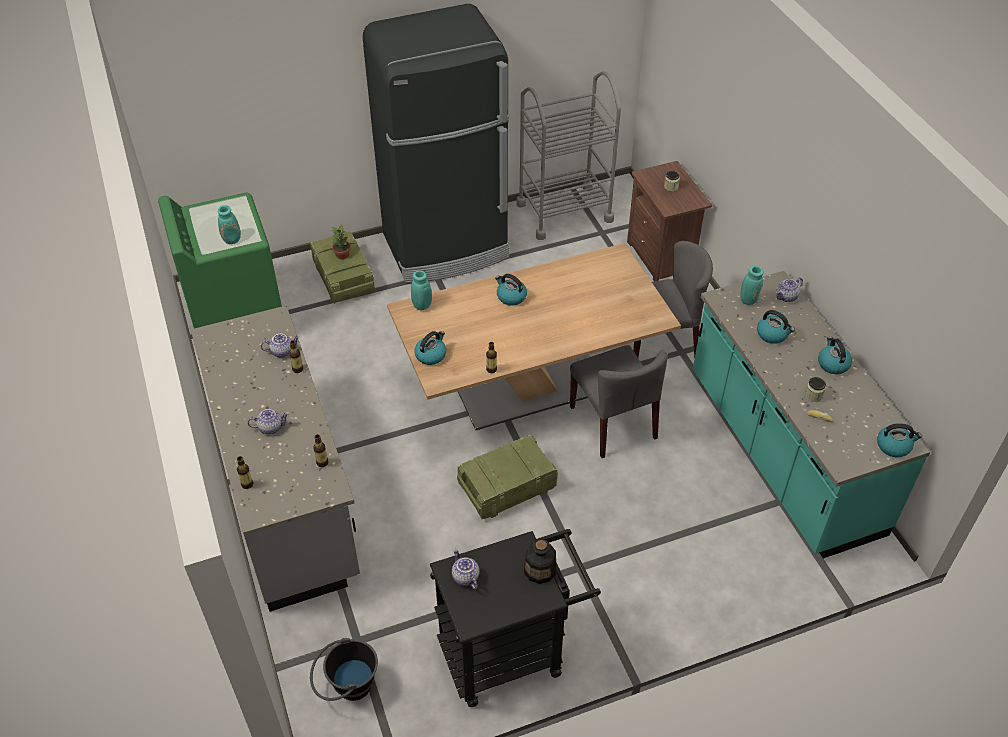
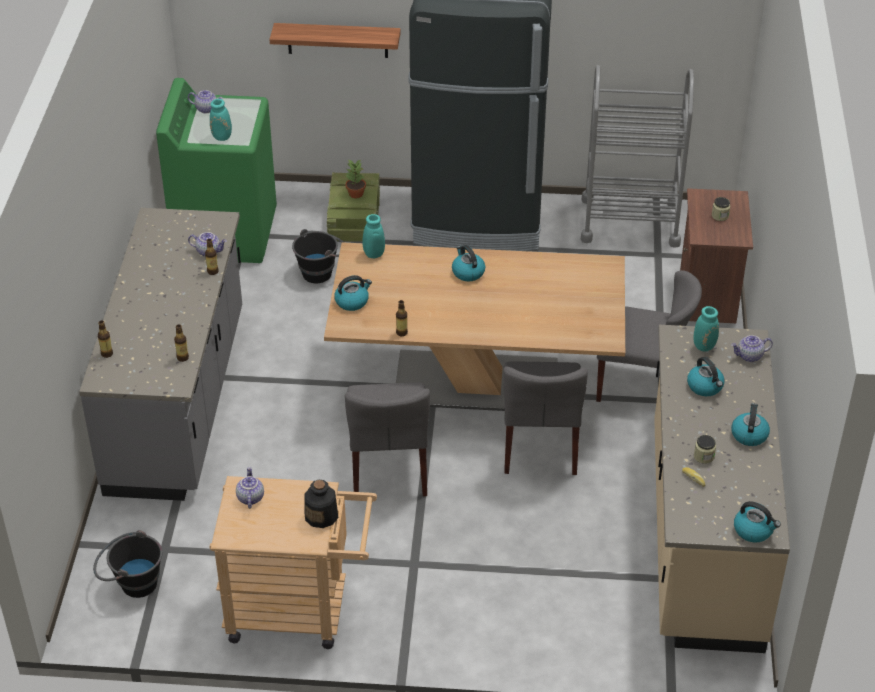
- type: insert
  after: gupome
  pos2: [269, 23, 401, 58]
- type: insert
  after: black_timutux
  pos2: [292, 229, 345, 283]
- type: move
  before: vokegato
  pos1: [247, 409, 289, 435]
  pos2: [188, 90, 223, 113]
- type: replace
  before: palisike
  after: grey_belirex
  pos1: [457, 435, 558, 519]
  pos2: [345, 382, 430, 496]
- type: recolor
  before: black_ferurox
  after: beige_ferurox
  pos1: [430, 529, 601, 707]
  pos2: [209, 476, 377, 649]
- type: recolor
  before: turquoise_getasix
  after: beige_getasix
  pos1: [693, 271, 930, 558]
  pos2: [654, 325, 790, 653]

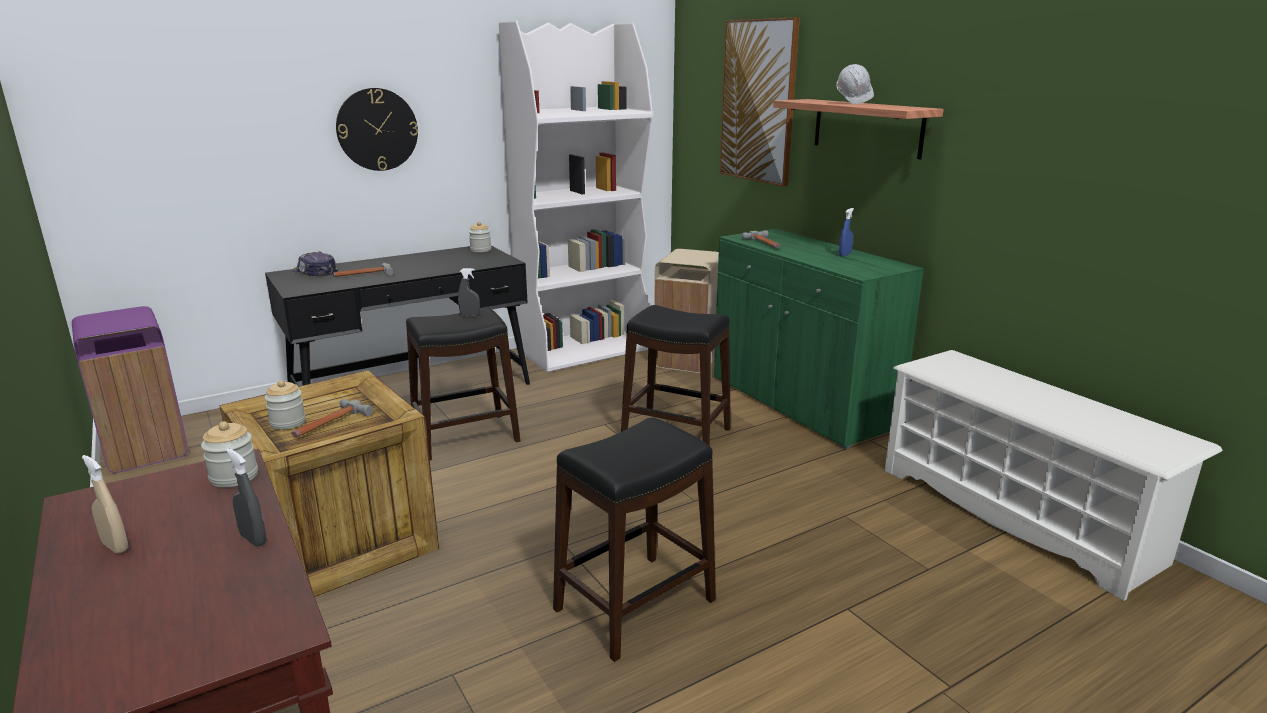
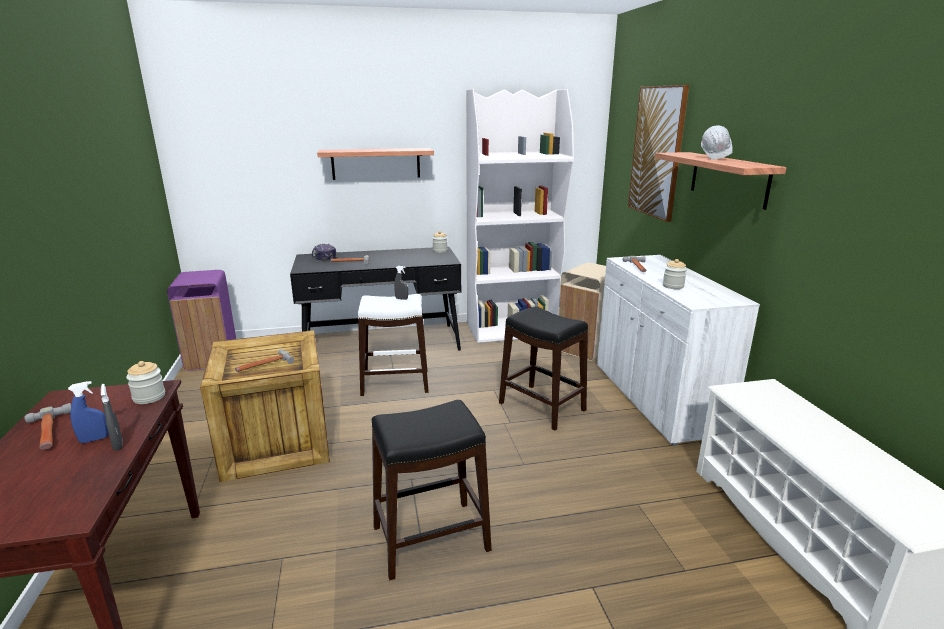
- type: move
  before: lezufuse
  pos1: [265, 380, 306, 430]
  pos2: [663, 259, 687, 289]
- type: move
  before: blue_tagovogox
  pos1: [839, 208, 854, 257]
  pos2: [68, 381, 109, 443]
- type: replace
  before: beige_tagovogox
  after: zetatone
  pos1: [82, 455, 129, 553]
  pos2: [24, 403, 71, 450]
- type: replace
  before: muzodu
  after: gupome
  pos1: [336, 88, 418, 171]
  pos2: [317, 148, 434, 180]
- type: recolor
  before: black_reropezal
  after: white_reropezal
  pos1: [406, 307, 520, 460]
  pos2: [358, 294, 429, 396]
- type: recolor
  before: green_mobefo
  after: white_mobefo
  pos1: [714, 229, 924, 449]
  pos2: [597, 255, 760, 446]

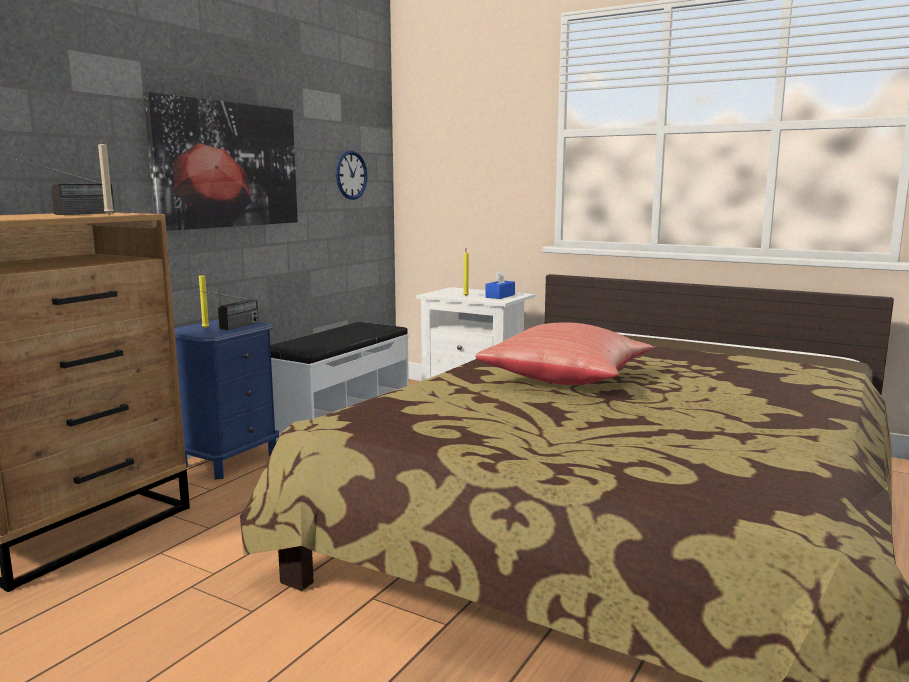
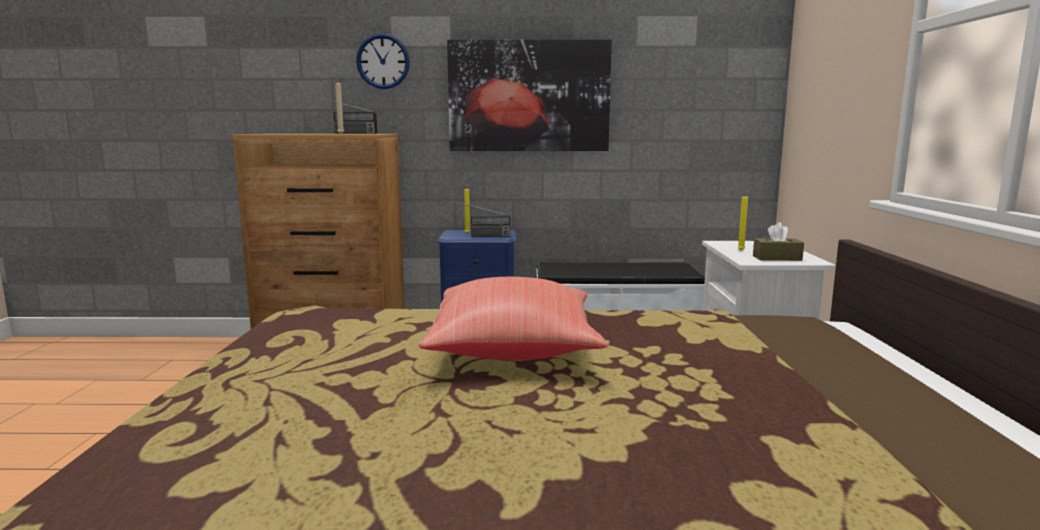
- type: move
  before: muzodu
  pos1: [336, 150, 368, 200]
  pos2: [356, 34, 410, 89]
- type: recolor
  before: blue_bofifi
  after: brown_bofifi
  pos1: [485, 269, 515, 299]
  pos2: [753, 222, 804, 261]

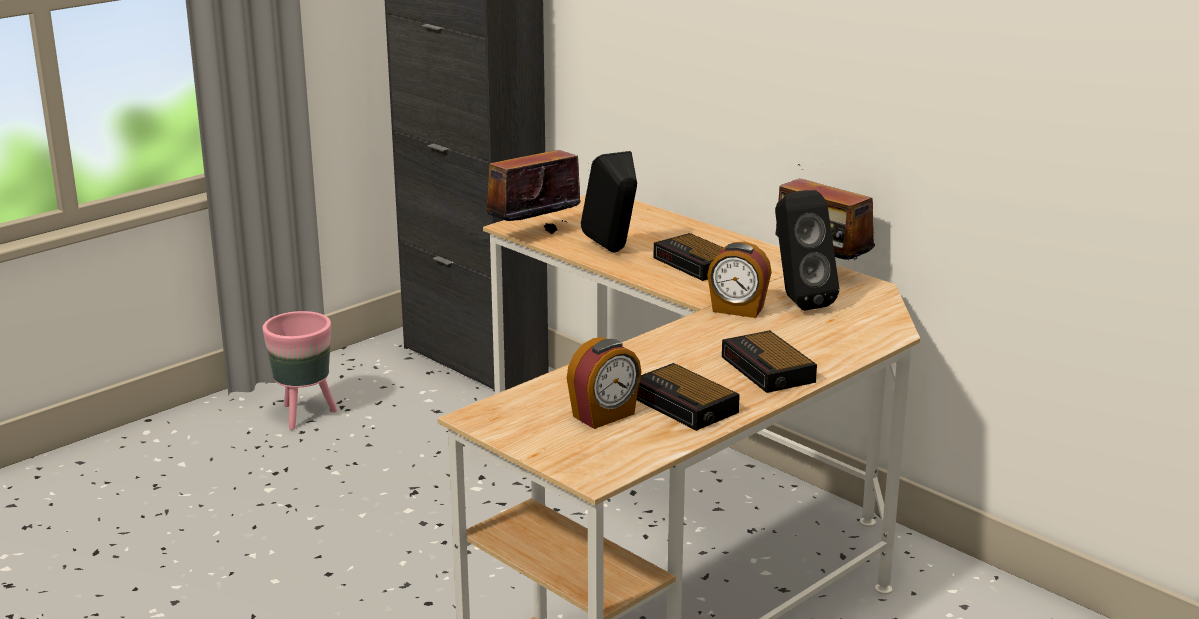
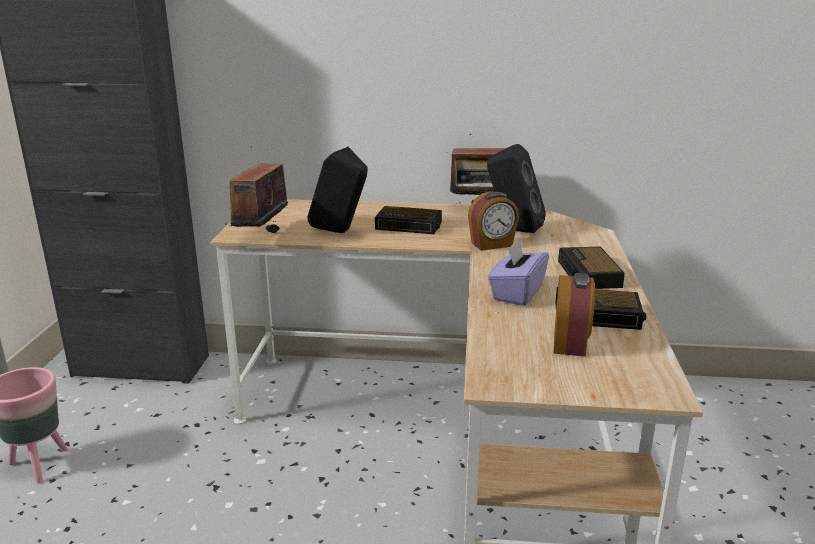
- type: insert
  after: purple_bofifi
  pos2: [488, 239, 549, 306]
- type: rotate
  before: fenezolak
  pos1: [722, 330, 817, 393]
  pos2: [558, 247, 625, 289]
  turn: 60

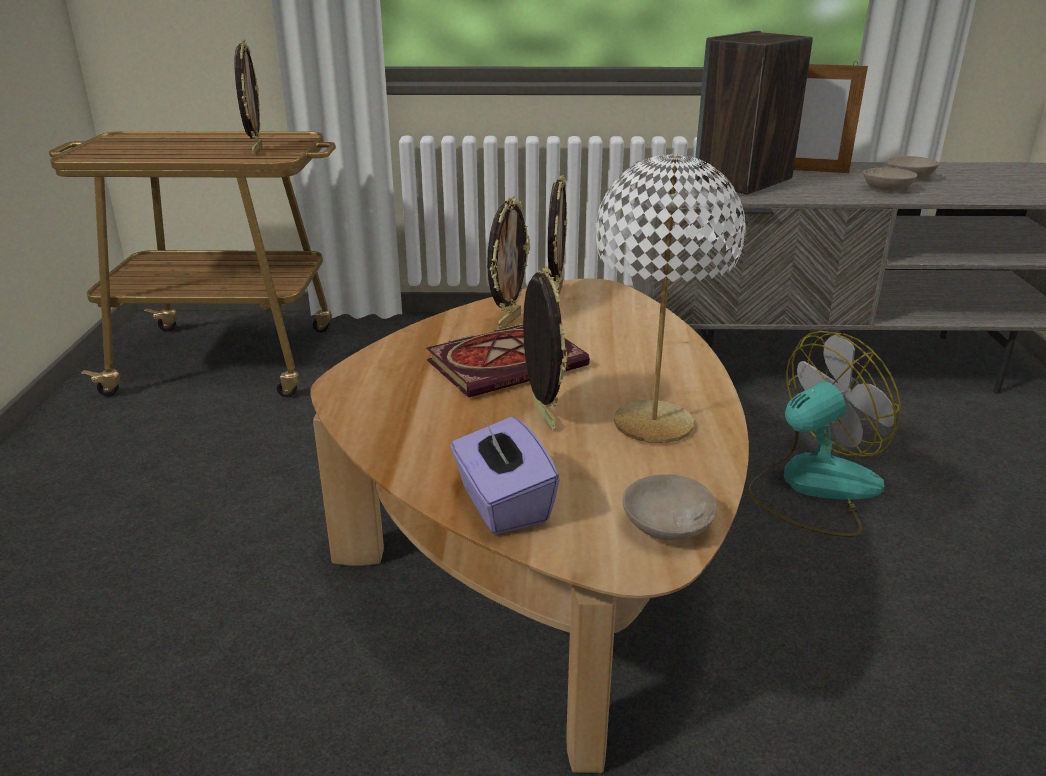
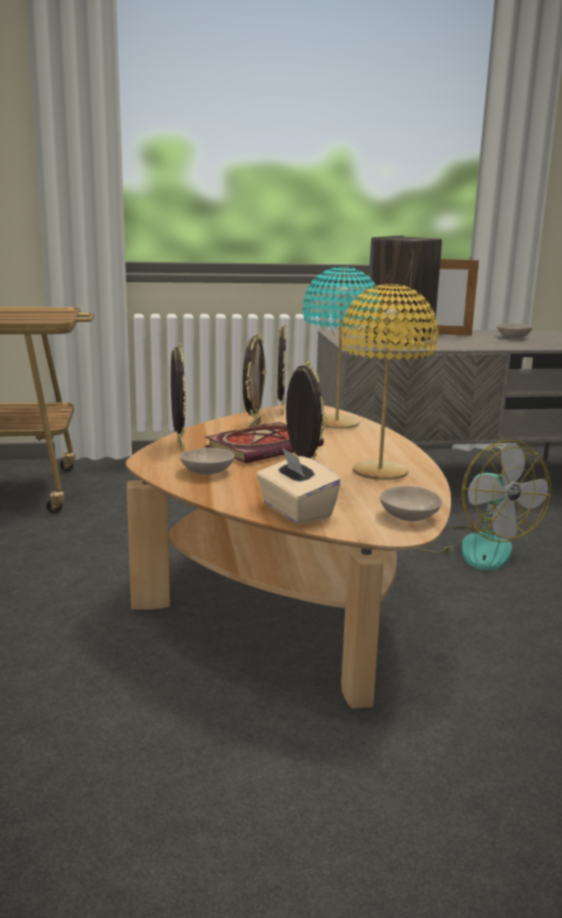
- type: insert
  after: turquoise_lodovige
  pos2: [302, 267, 381, 429]
- type: move
  before: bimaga
  pos1: [234, 39, 262, 156]
  pos2: [171, 343, 186, 450]
- type: move
  before: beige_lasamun
  pos1: [863, 167, 917, 191]
  pos2: [180, 448, 235, 475]
- type: recolor
  before: purple_bofifi
  after: beige_bofifi
  pos1: [450, 414, 560, 535]
  pos2: [256, 447, 341, 524]
- type: recolor
  before: white_lodovige
  after: yellow_lodovige
  pos1: [595, 154, 746, 443]
  pos2: [341, 284, 439, 480]
- type: rotate
  before: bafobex
  pos1: [747, 331, 901, 537]
  pos2: [418, 440, 551, 570]
  turn: 105

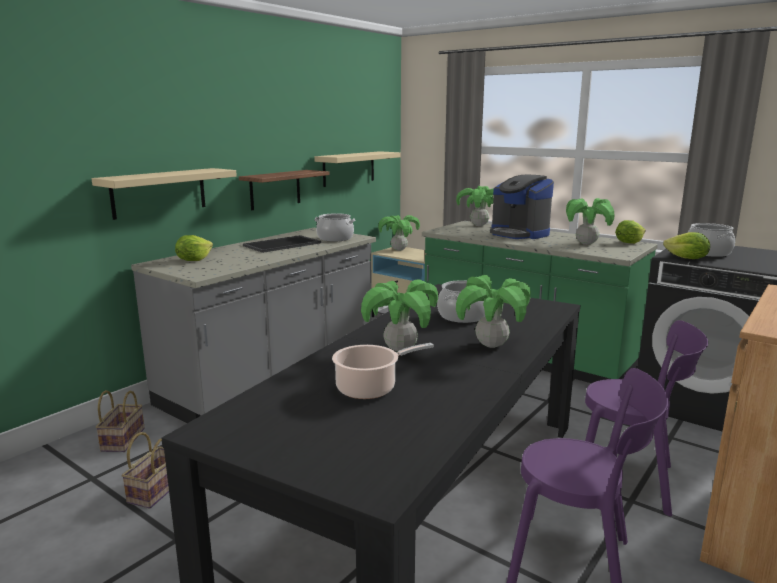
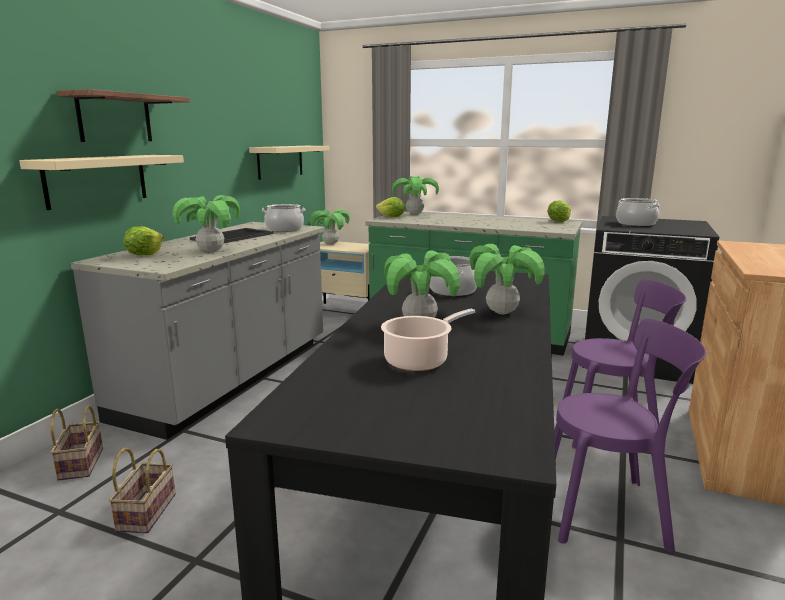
- type: delete
  before: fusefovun
  pos1: [490, 175, 554, 239]
- type: move
  before: gupome
  pos1: [239, 170, 330, 210]
  pos2: [57, 89, 190, 142]
- type: move
  before: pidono
  pos1: [566, 198, 614, 245]
  pos2: [173, 195, 240, 252]
- type: move
  before: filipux
  pos1: [663, 232, 710, 259]
  pos2: [376, 197, 405, 217]

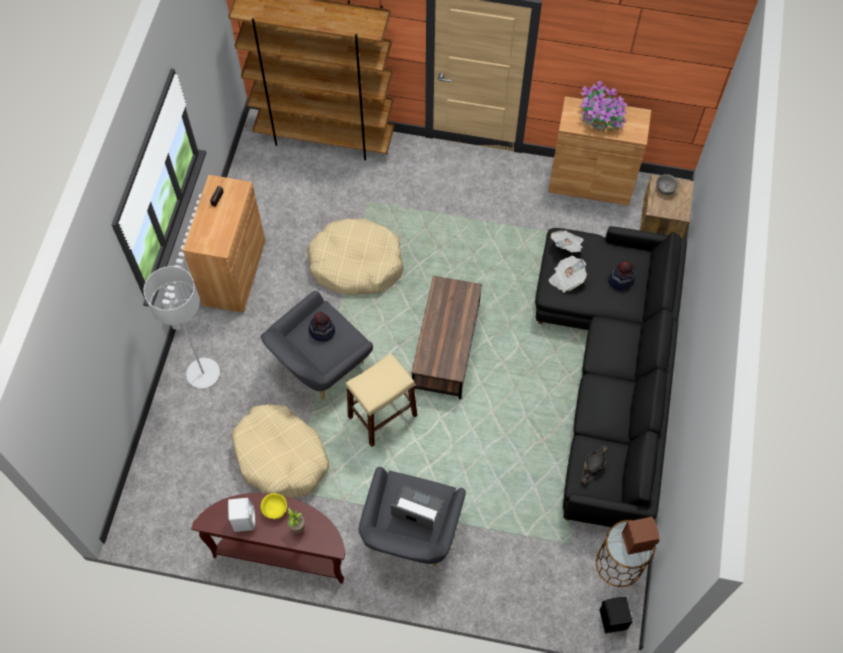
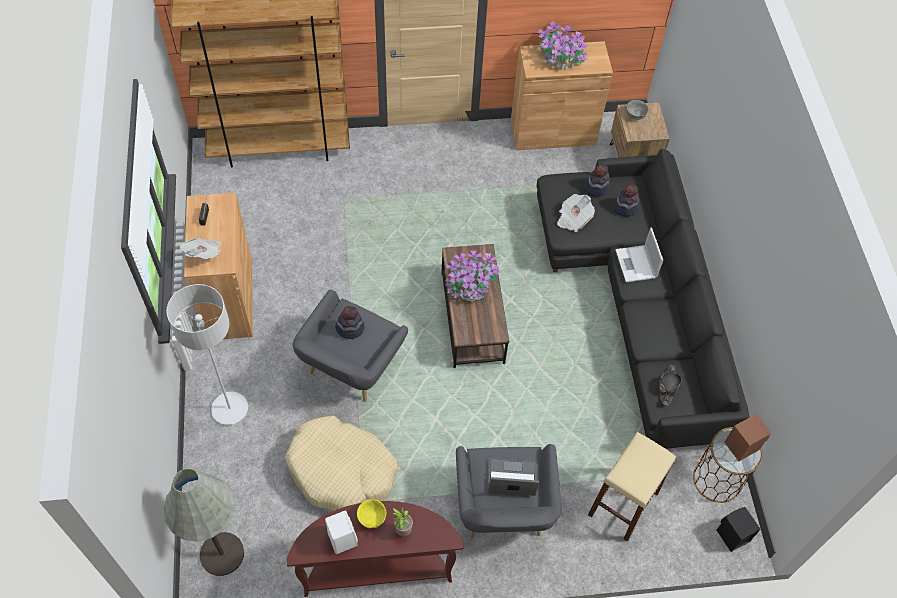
- type: delete
  before: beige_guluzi
  pos1: [307, 219, 404, 295]
- type: insert
  after: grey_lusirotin
  pos2: [163, 468, 244, 576]
- type: insert
  after: pidono
  pos2: [445, 250, 500, 301]
- type: insert
  after: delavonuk
  pos2: [585, 163, 610, 197]
- type: insert
  after: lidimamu
  pos2: [615, 227, 663, 282]
- type: move
  before: beige_reropezal
  pos1: [345, 353, 417, 447]
  pos2: [588, 432, 676, 542]
- type: move
  before: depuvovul
  pos1: [551, 230, 584, 252]
  pos2: [180, 237, 222, 259]

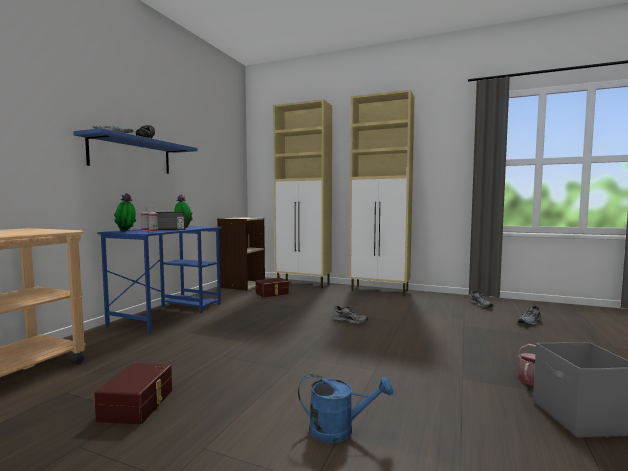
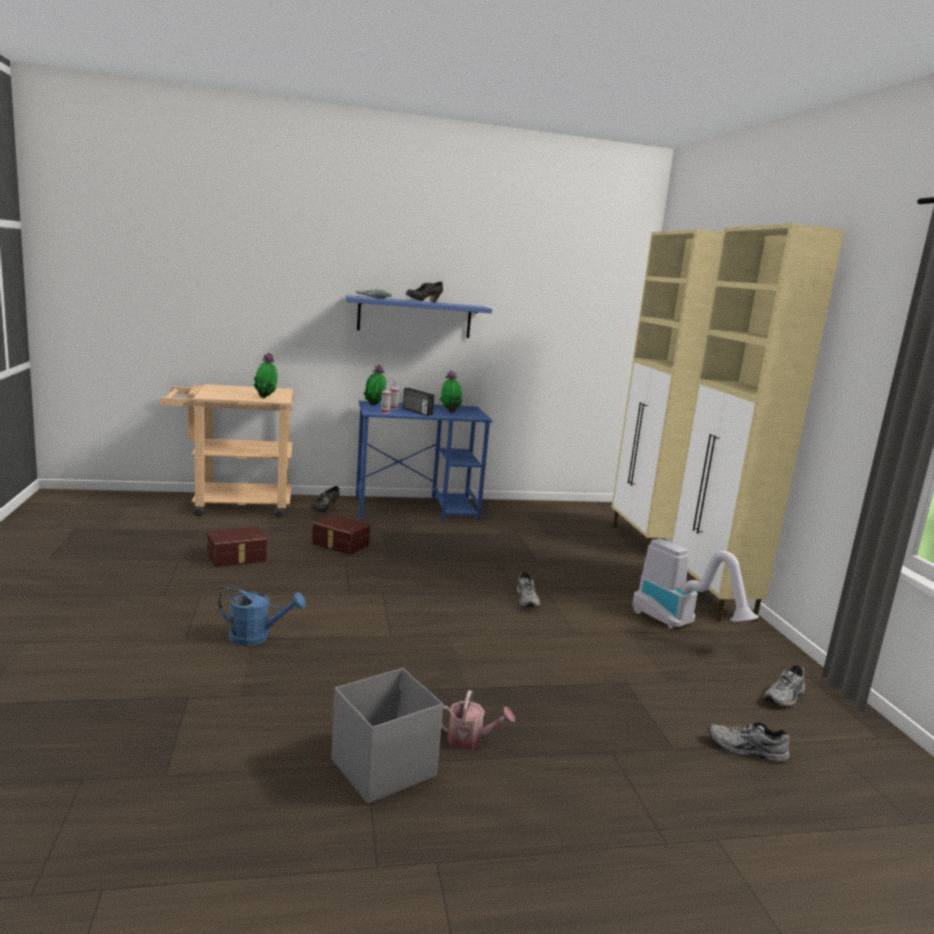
- type: delete
  before: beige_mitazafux
  pos1: [217, 217, 265, 291]
- type: insert
  after: pidono
  pos2: [254, 353, 278, 398]
- type: insert
  after: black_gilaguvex
  pos2: [311, 486, 340, 513]
- type: insert
  after: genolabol
  pos2: [632, 539, 759, 629]
- type: move
  before: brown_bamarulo
  pos1: [256, 278, 289, 297]
  pos2: [312, 514, 371, 555]
- type: rotate
  before: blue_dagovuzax
  pos1: [298, 374, 393, 443]
  pos2: [218, 587, 305, 646]
  turn: -60

